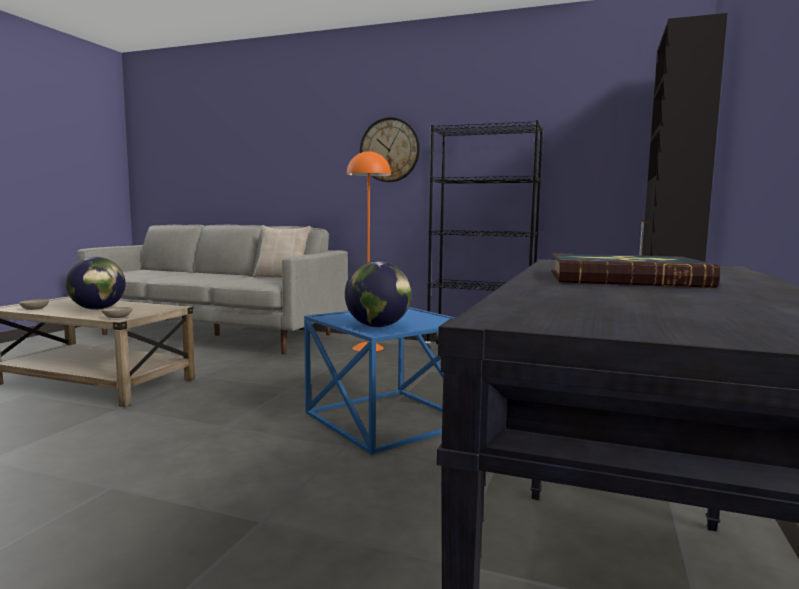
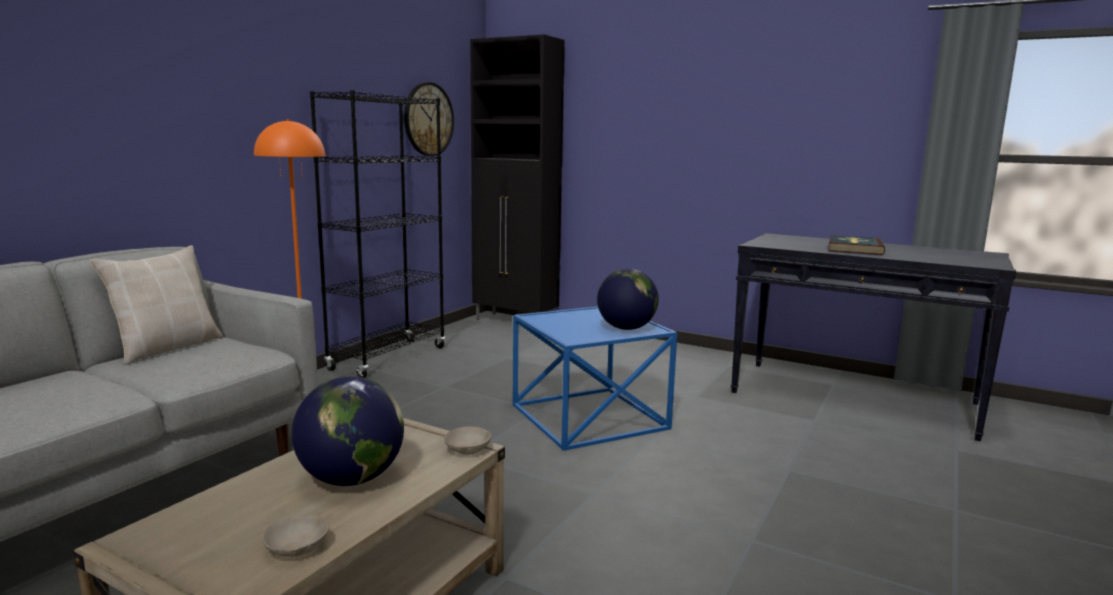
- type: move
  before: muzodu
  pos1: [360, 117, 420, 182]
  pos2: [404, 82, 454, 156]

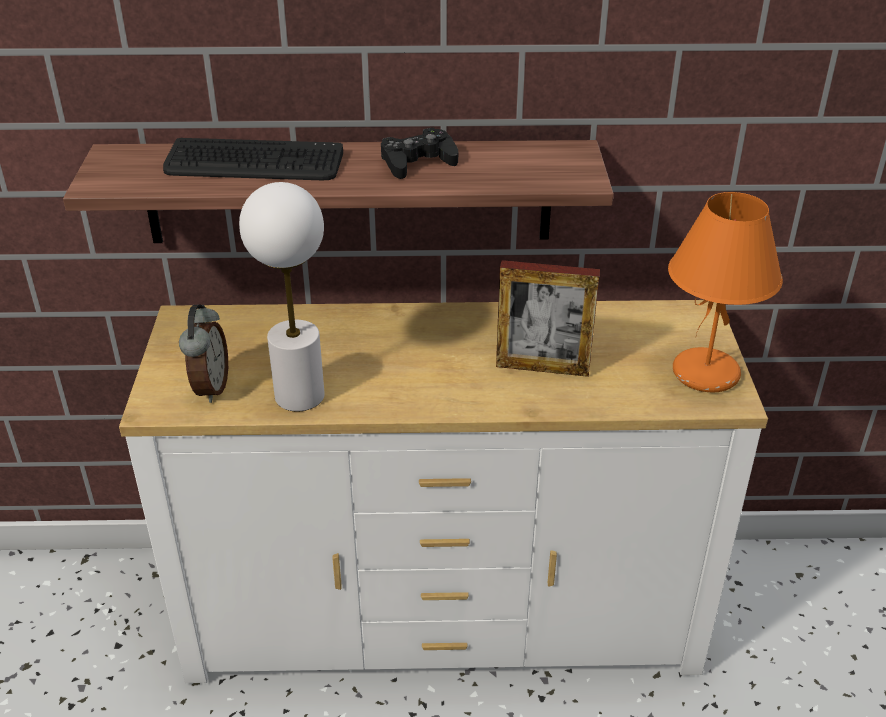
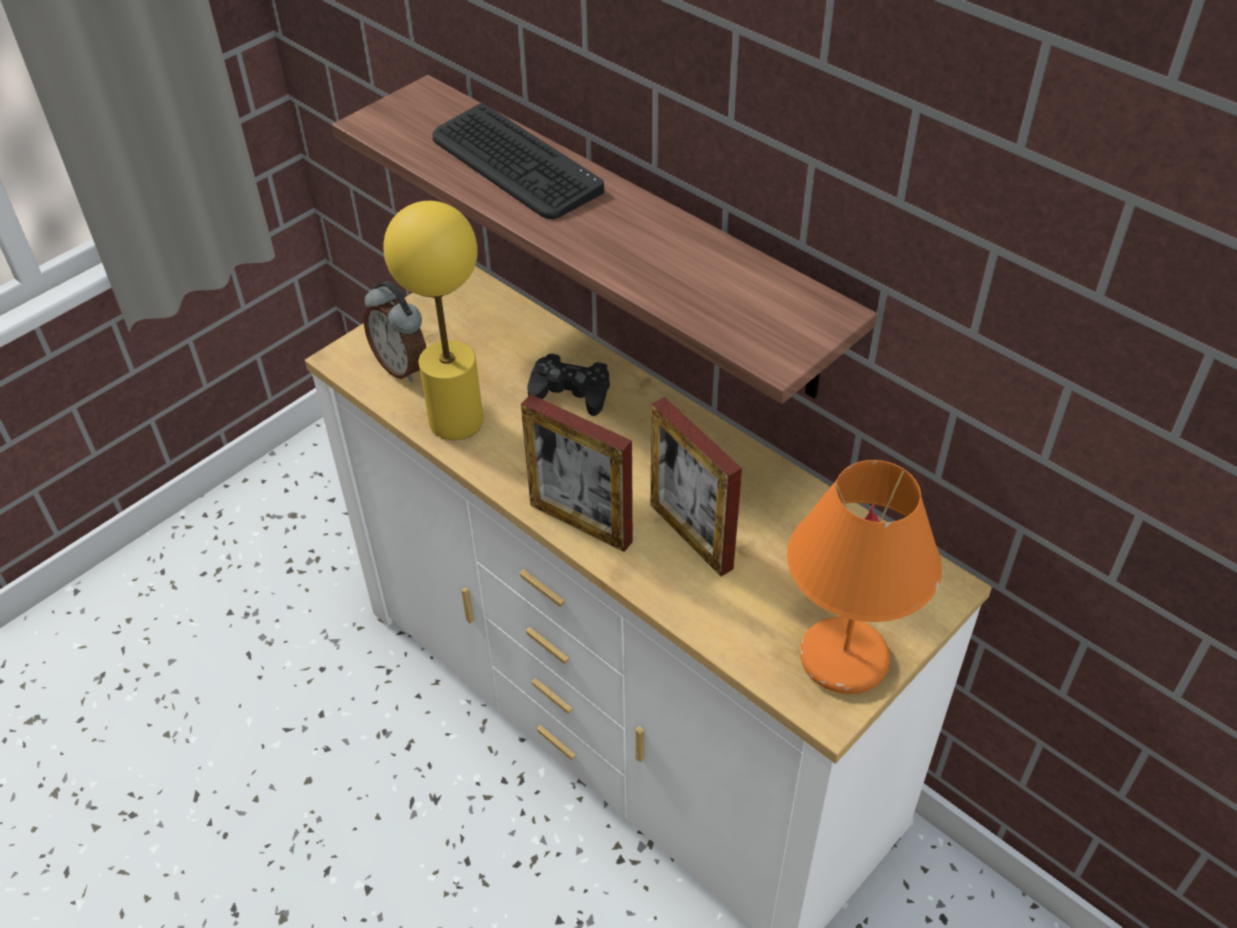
- type: insert
  after: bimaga
  pos2: [521, 394, 633, 552]
- type: move
  before: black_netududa
  pos1: [381, 128, 458, 179]
  pos2: [527, 353, 610, 416]
- type: recolor
  before: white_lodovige
  after: yellow_lodovige
  pos1: [239, 182, 325, 411]
  pos2: [383, 201, 483, 440]
- type: rotate
  before: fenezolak
  pos1: [179, 304, 228, 403]
  pos2: [364, 282, 426, 382]
  turn: 90

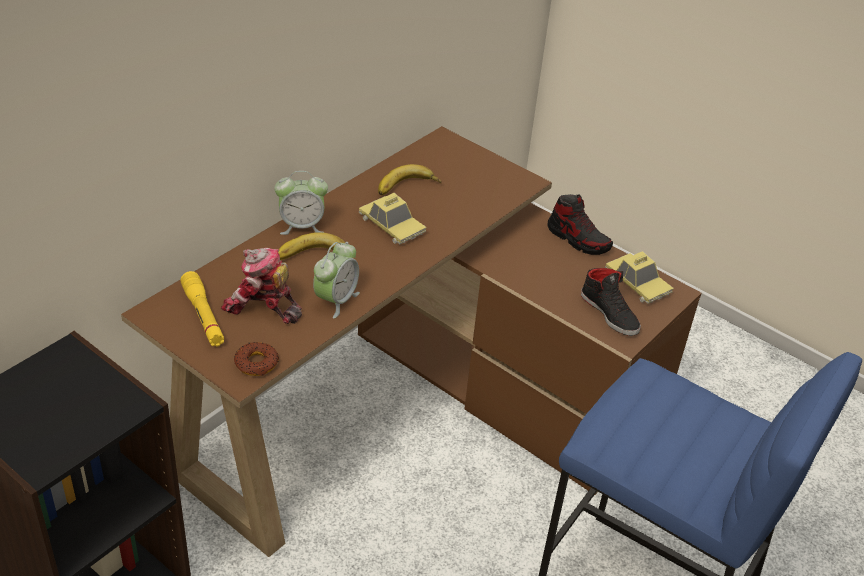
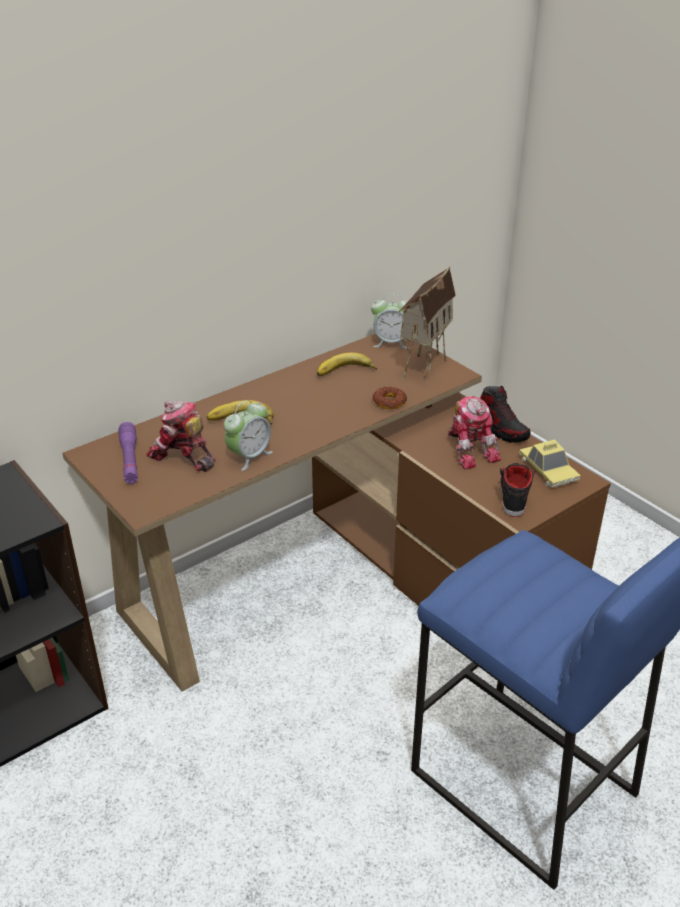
- type: delete
  before: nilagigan
  pos1: [359, 193, 427, 244]
- type: insert
  after: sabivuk
  pos2: [399, 267, 456, 385]
- type: insert
  after: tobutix
  pos2: [447, 396, 501, 470]
- type: move
  before: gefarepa
  pos1: [234, 342, 279, 376]
  pos2: [373, 387, 407, 409]
- type: move
  before: fenezolak
  pos1: [274, 171, 328, 235]
  pos2: [371, 294, 409, 349]
- type: recolor
  before: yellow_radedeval
  after: purple_radedeval
  pos1: [180, 271, 224, 346]
  pos2: [118, 422, 138, 484]
- type: rotate
  before: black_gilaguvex
  pos1: [581, 268, 641, 336]
  pos2: [500, 463, 536, 517]
  turn: -150

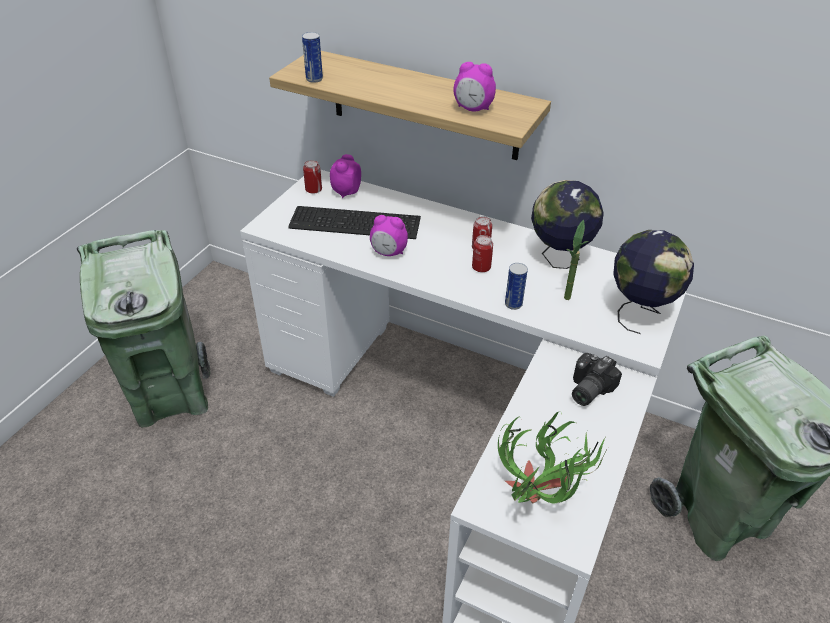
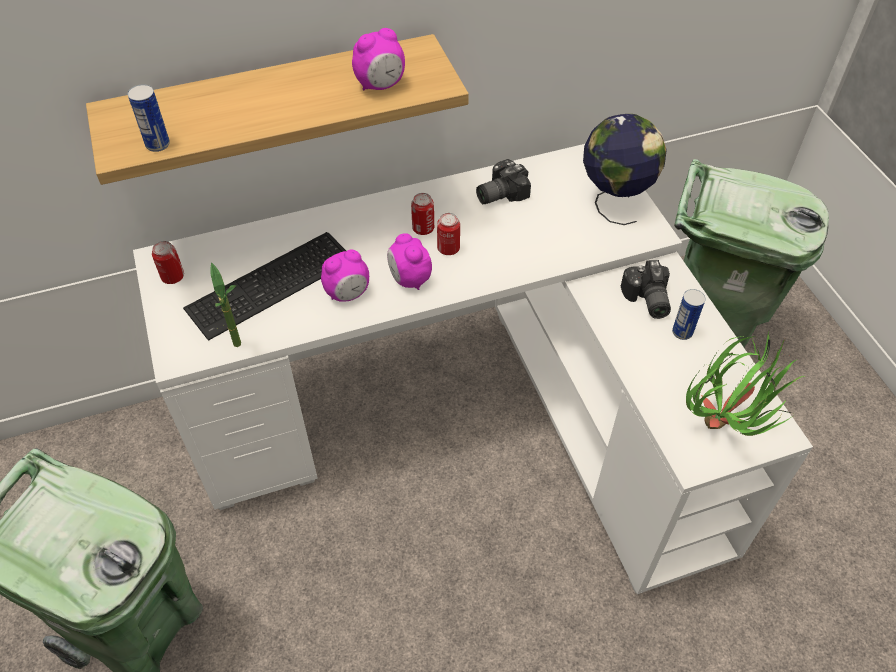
- type: move
  before: fenezolak
  pos1: [330, 154, 361, 198]
  pos2: [387, 233, 432, 290]
- type: move
  before: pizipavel
  pos1: [505, 263, 528, 310]
  pos2: [672, 289, 706, 340]
- type: move
  before: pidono
  pos1: [564, 219, 589, 300]
  pos2: [210, 262, 241, 347]
- type: replace
  before: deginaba
  after: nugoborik
  pos1: [531, 180, 604, 269]
  pos2: [476, 159, 531, 204]

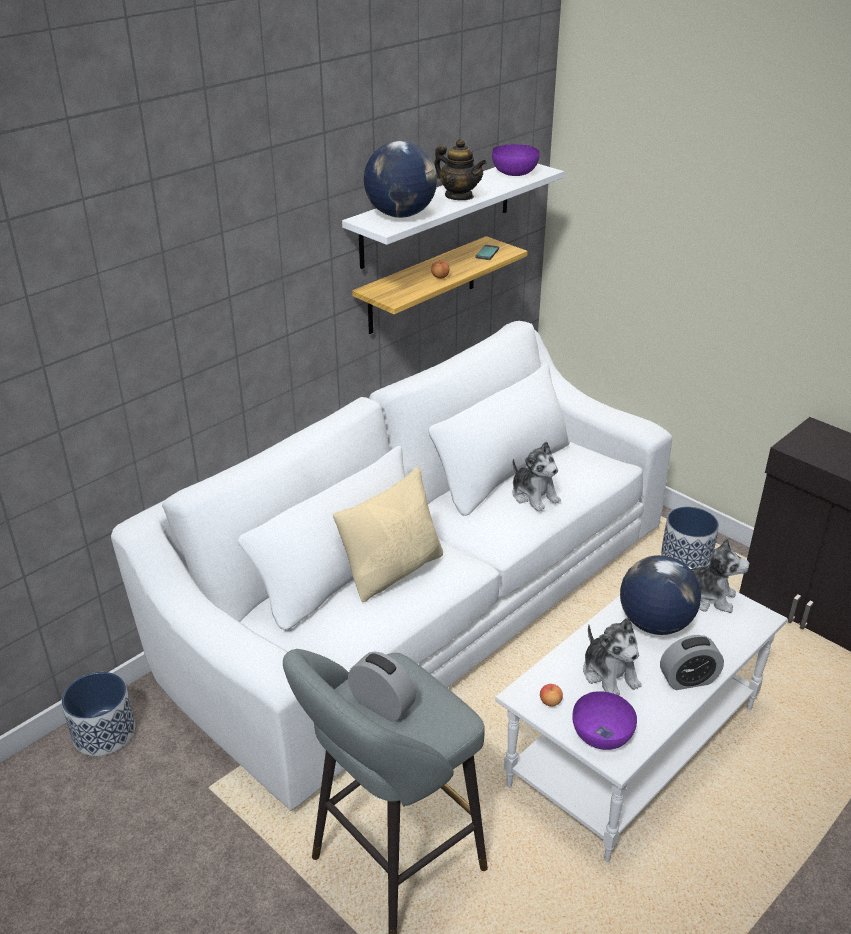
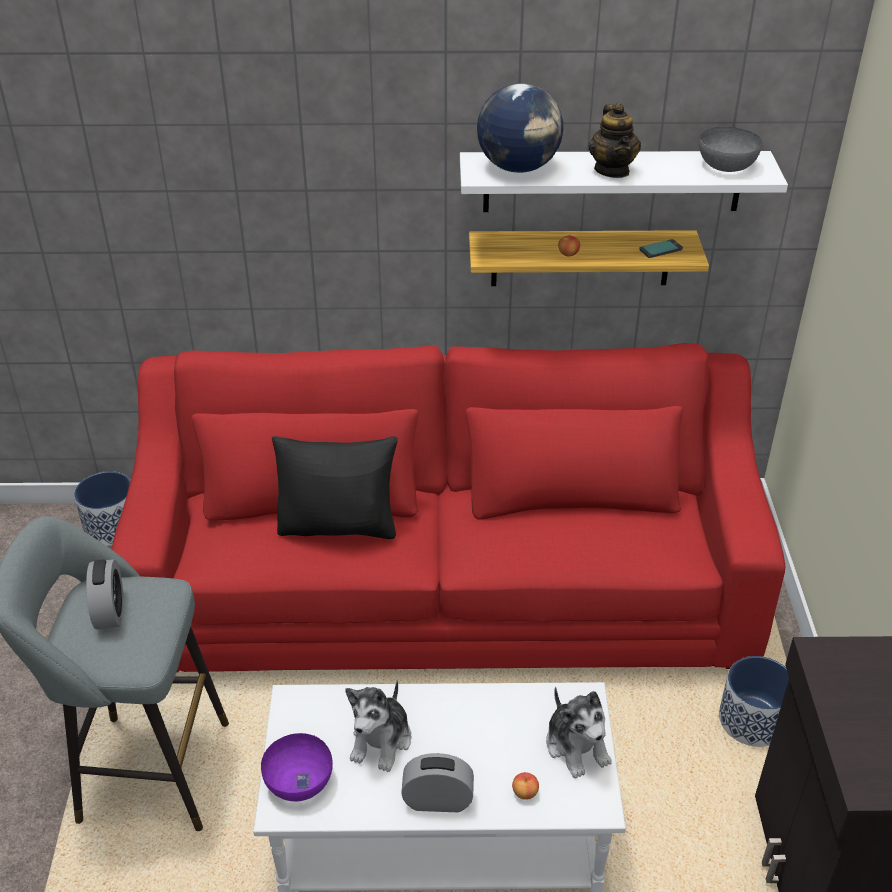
- type: delete
  before: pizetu
  pos1: [512, 442, 561, 512]
- type: delete
  before: deginaba
  pos1: [620, 555, 701, 635]
- type: move
  before: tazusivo
  pos1: [540, 684, 563, 707]
  pos2: [512, 772, 539, 800]
- type: recolor
  before: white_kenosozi
  after: red_kenosozi
  pos1: [111, 321, 672, 811]
  pos2: [112, 343, 785, 672]
- type: recolor
  before: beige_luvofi
  after: black_luvofi
  pos1: [333, 466, 443, 602]
  pos2: [272, 436, 398, 539]
- type: recolor
  before: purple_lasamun
  after: grey_lasamun
  pos1: [492, 144, 540, 176]
  pos2: [699, 127, 762, 172]
- type: rotate
  before: fenezolak
  pos1: [660, 635, 724, 690]
  pos2: [401, 753, 474, 812]
  turn: 150

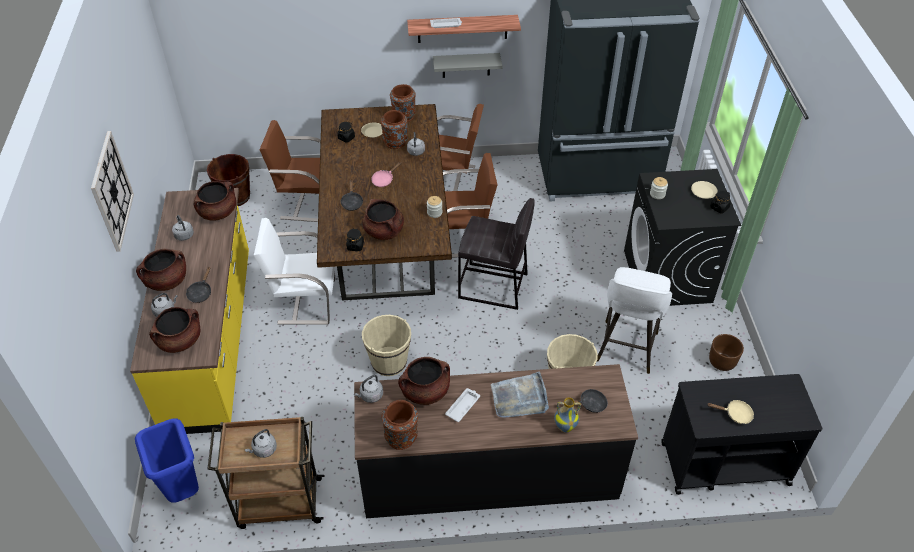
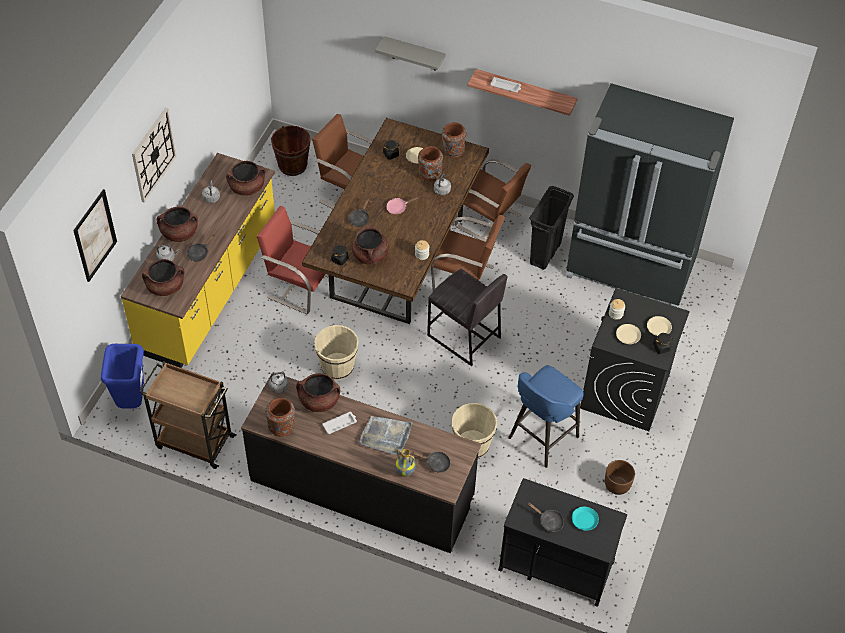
- type: delete
  before: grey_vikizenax
  pos1: [245, 429, 277, 458]
- type: insert
  after: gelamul
  pos2: [73, 189, 117, 282]
- type: insert
  after: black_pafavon
  pos2: [530, 186, 574, 270]
- type: insert
  after: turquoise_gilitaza
  pos2: [572, 507, 599, 531]
- type: insert
  after: beige_gilitaza
  pos2: [616, 324, 641, 344]
- type: move
  before: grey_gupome
  pos1: [433, 53, 502, 78]
  pos2: [375, 36, 446, 71]
- type: recolor
  before: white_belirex
  after: red_belirex
  pos1: [254, 218, 335, 325]
  pos2: [257, 206, 329, 314]
- type: recolor
  before: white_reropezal
  after: blue_reropezal
  pos1: [597, 267, 672, 374]
  pos2: [508, 365, 584, 468]
- type: recolor
  before: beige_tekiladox
  after: black_tekiladox
  pos1: [707, 400, 754, 424]
  pos2: [528, 503, 564, 532]

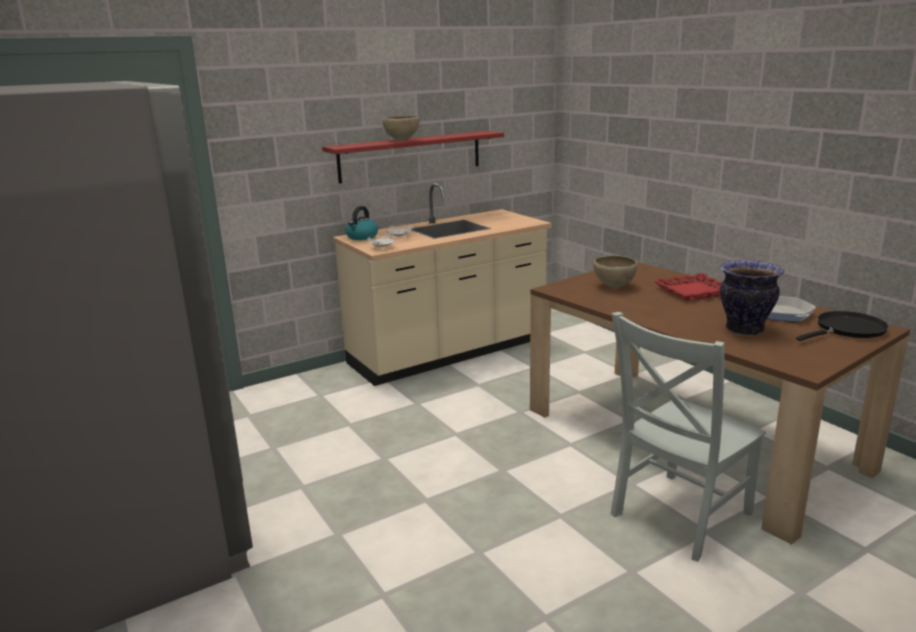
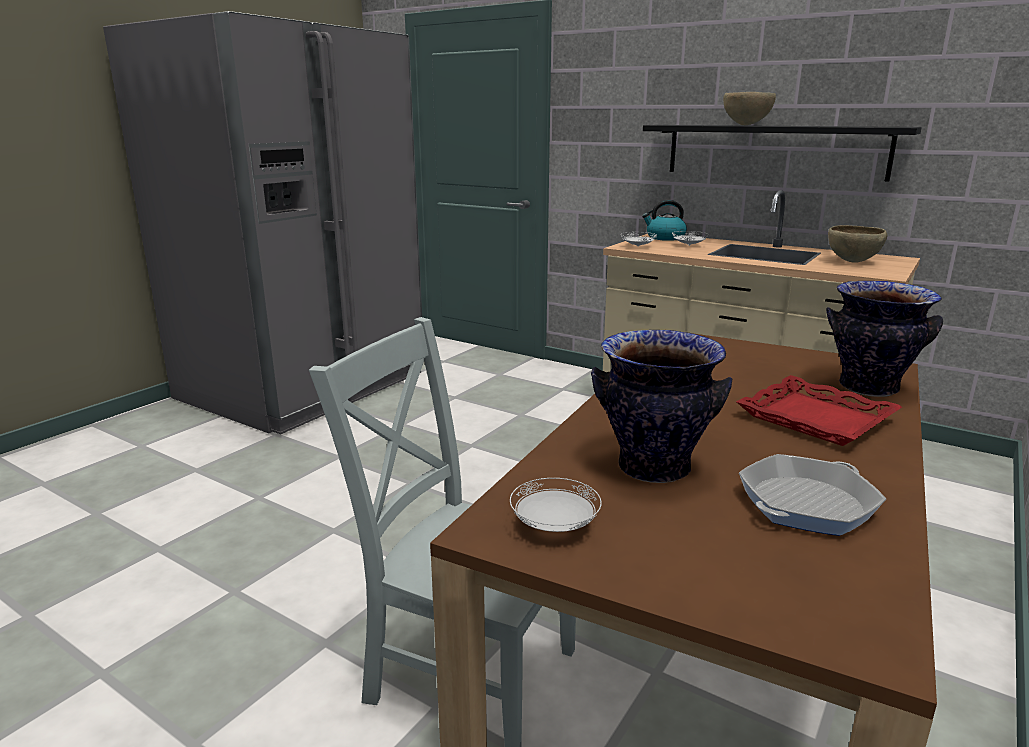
- type: delete
  before: black_tekiladox
  pos1: [796, 311, 889, 341]
- type: insert
  after: white_gilitaza
  pos2: [510, 478, 602, 532]
- type: insert
  after: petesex
  pos2: [826, 281, 943, 397]
- type: move
  before: brown_lasamun
  pos1: [593, 255, 638, 287]
  pos2: [828, 225, 887, 263]
- type: recolor
  before: red_gupome
  after: black_gupome
  pos1: [322, 131, 504, 184]
  pos2: [643, 125, 922, 182]

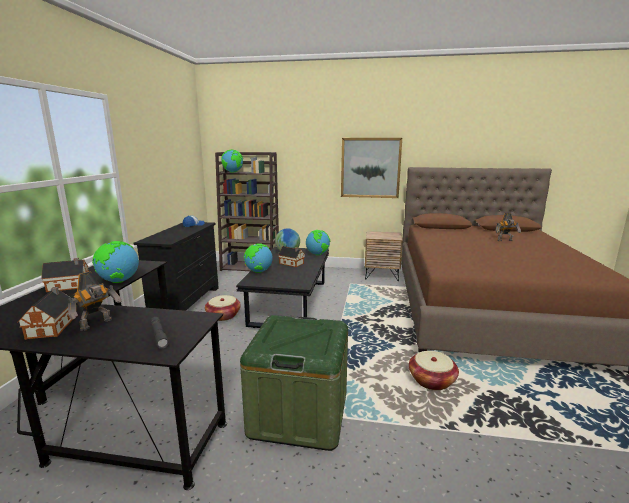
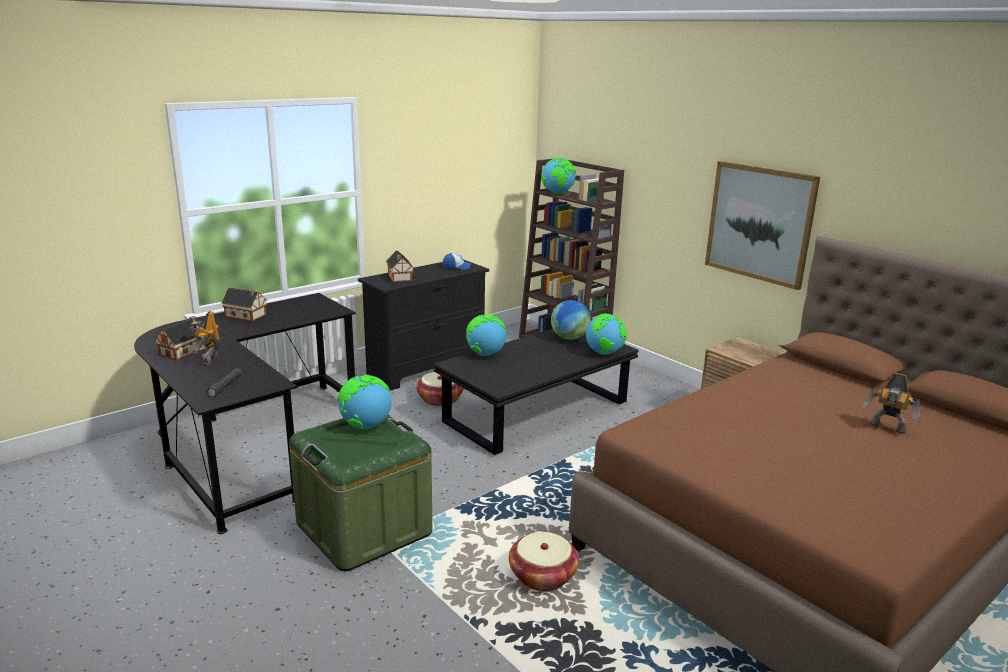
- type: move
  before: deginaba
  pos1: [92, 241, 139, 283]
  pos2: [338, 375, 391, 430]
- type: move
  before: sabivuk
  pos1: [278, 246, 305, 267]
  pos2: [386, 251, 413, 282]
- type: rotate
  before: tobutix
  pos1: [67, 271, 122, 331]
  pos2: [189, 311, 221, 366]
  turn: 105

